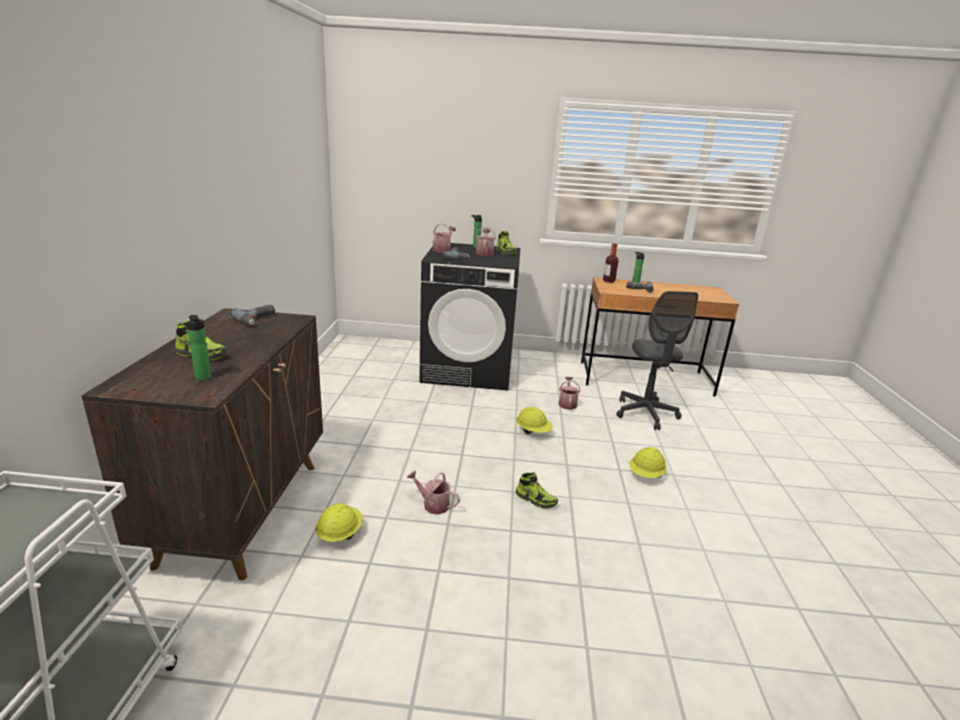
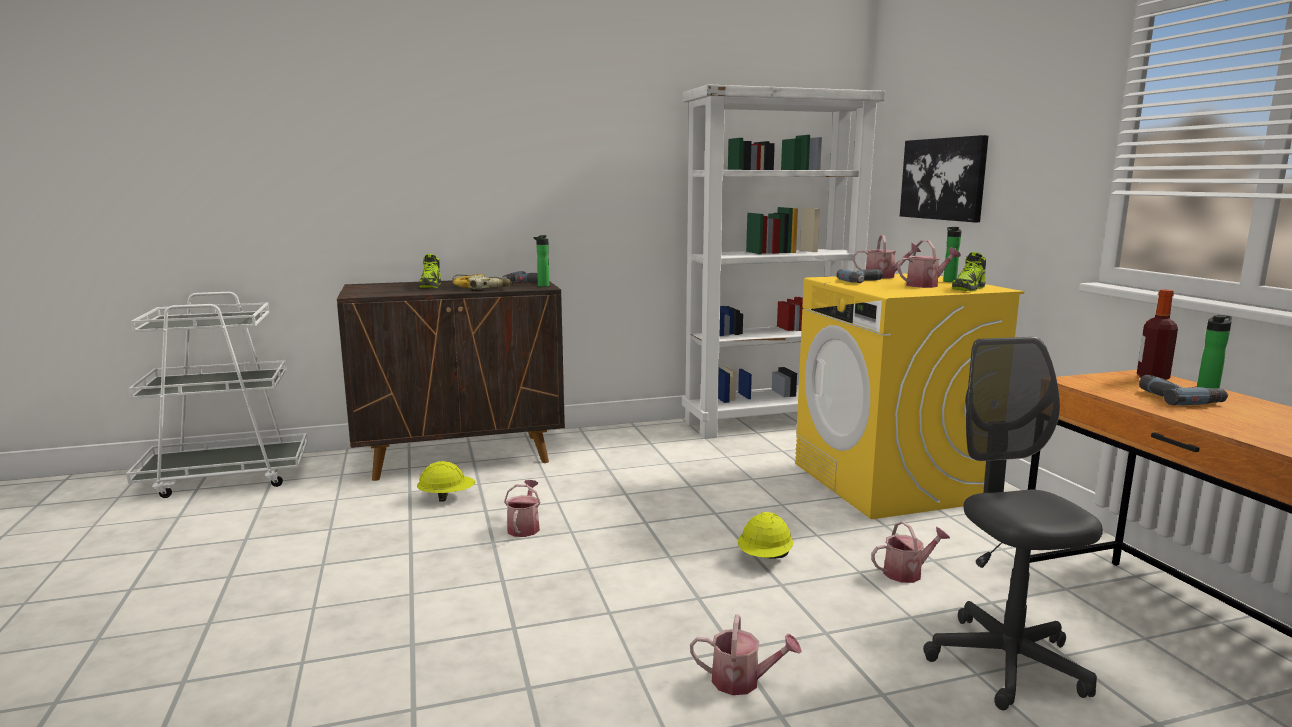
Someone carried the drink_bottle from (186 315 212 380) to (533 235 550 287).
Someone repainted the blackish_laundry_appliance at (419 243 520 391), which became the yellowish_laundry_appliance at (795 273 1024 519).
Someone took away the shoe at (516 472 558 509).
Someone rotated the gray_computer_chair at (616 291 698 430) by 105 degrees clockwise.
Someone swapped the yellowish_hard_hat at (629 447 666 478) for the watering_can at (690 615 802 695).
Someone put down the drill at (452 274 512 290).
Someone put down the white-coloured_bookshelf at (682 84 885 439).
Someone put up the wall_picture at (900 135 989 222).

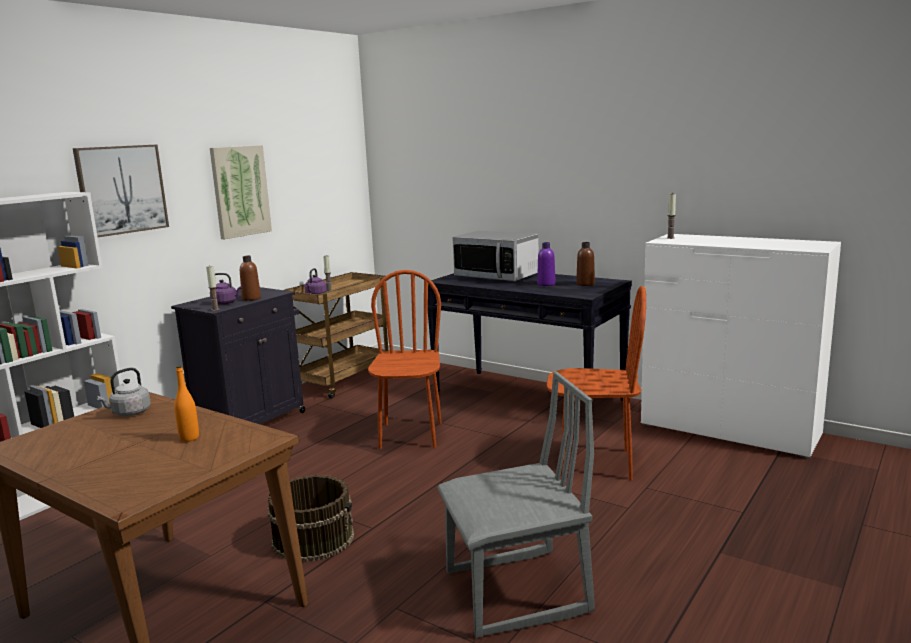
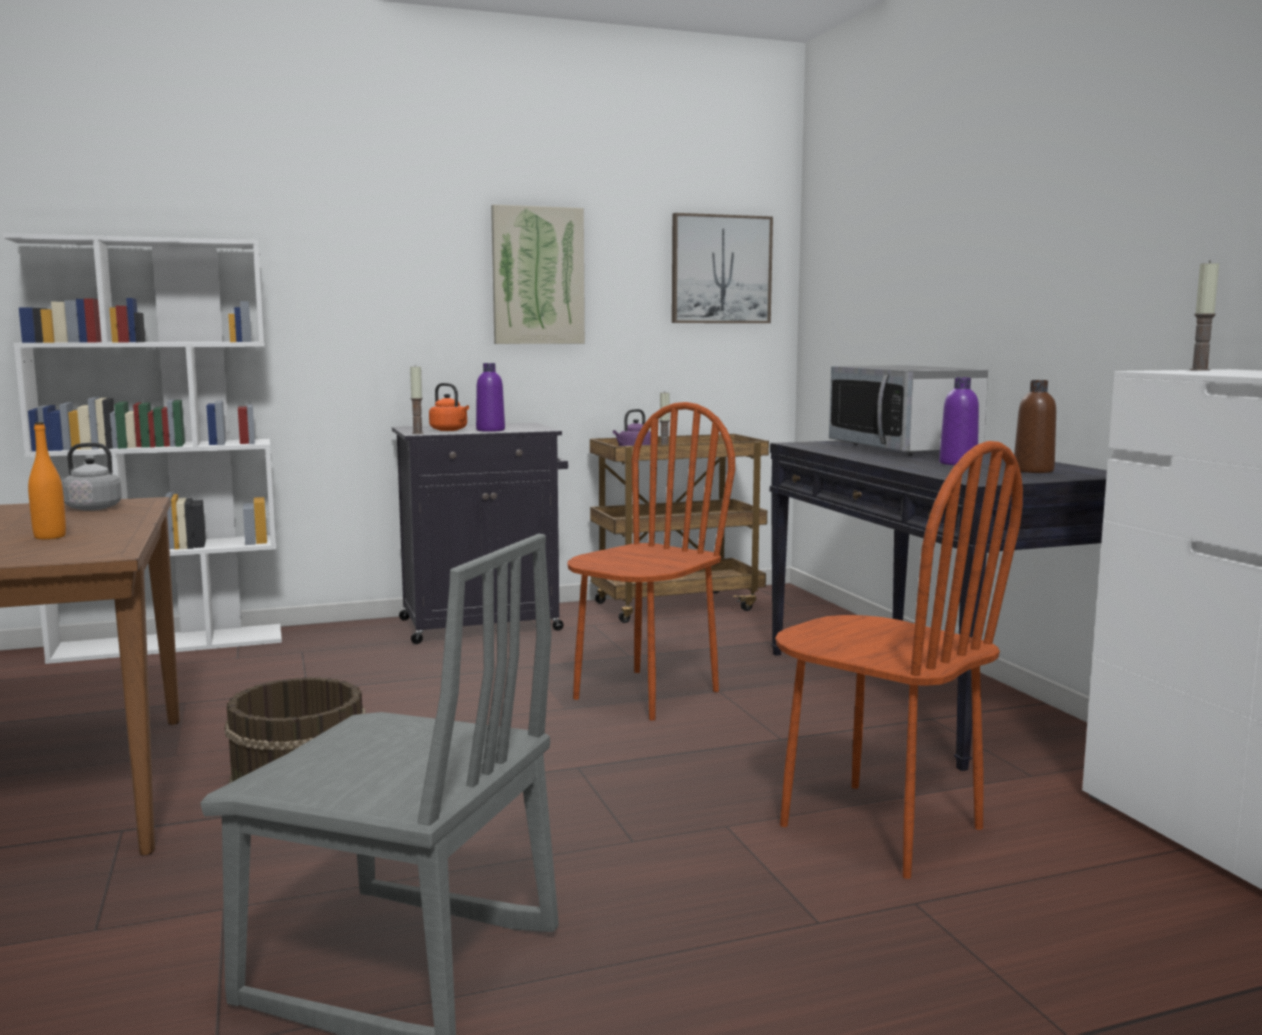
Someone carried the wall_picture from (73 145 169 237) to (672 213 773 323).
Someone repainted the purple-coloured_water_kettle at (210 273 242 305), which became the orange_water_kettle at (429 383 469 431).
Someone repainted the brown-coloured_drink_bottle at (240 256 261 301), which became the purple-coloured_drink_bottle at (476 363 505 432).

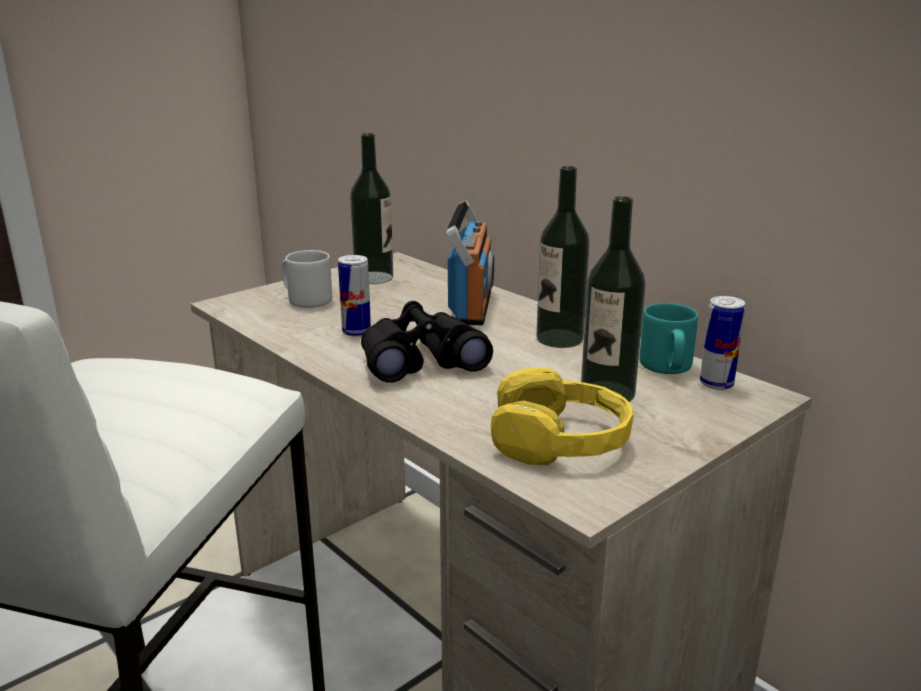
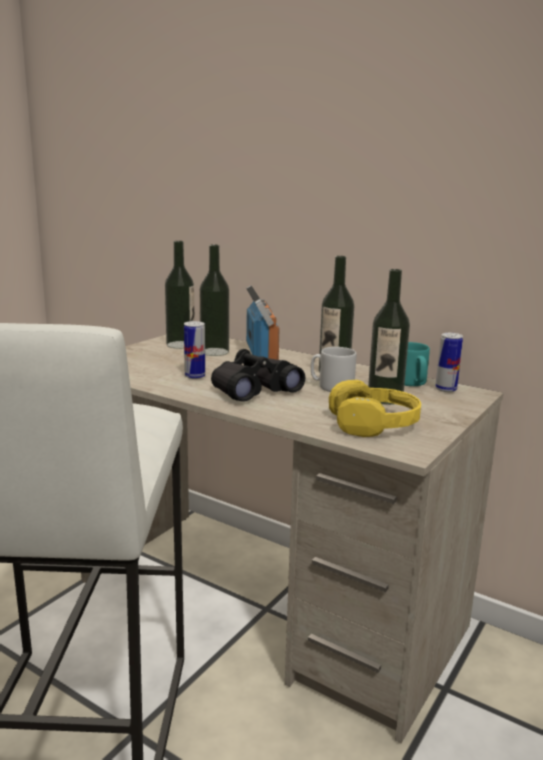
Someone carried the gray_tea_mug from (282 250 332 308) to (311 347 356 392).
Someone put down the drink_bottle at (199 244 229 356).

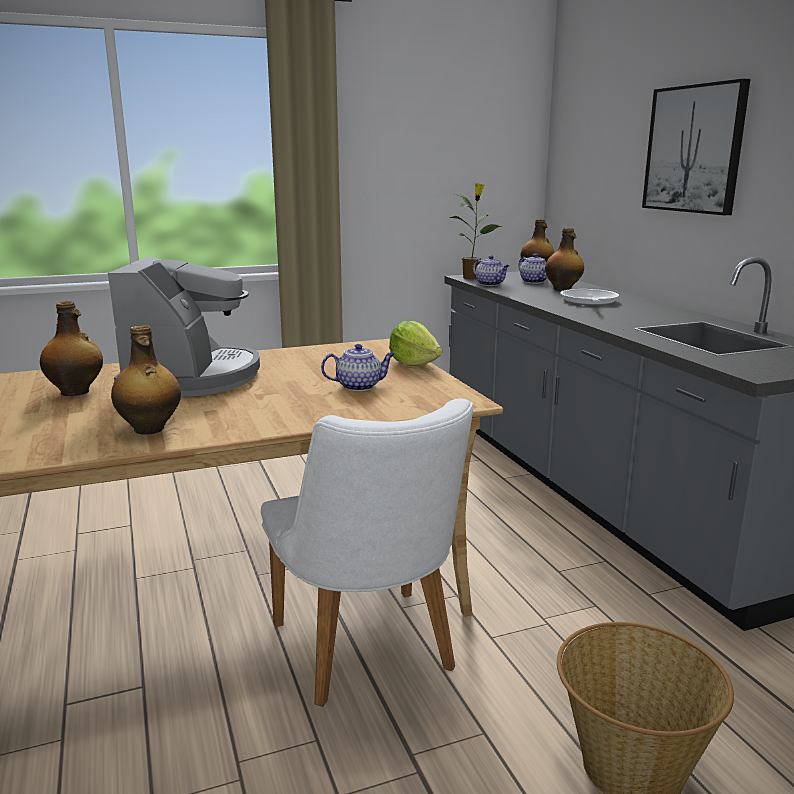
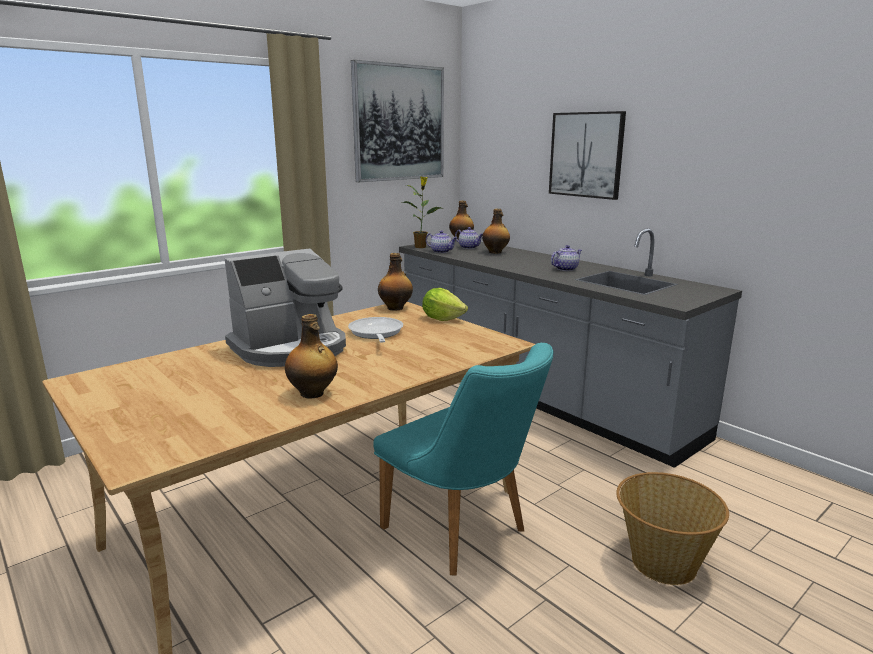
Someone carried the drink_bottle from (40 301 103 396) to (378 253 413 311).
Someone rotated the coffee_brewer at (108 256 260 397) by 75 degrees clockwise.
Someone repainted the white-coloured_upright_chair at (261 398 473 707), which became the turquoise_upright_chair at (373 343 553 576).
Someone carried the teapot from (321 344 395 391) to (551 245 582 271).
Someone carried the skillet from (560 289 619 305) to (348 317 403 343).
Someone put up the wall_picture at (351 60 444 182).

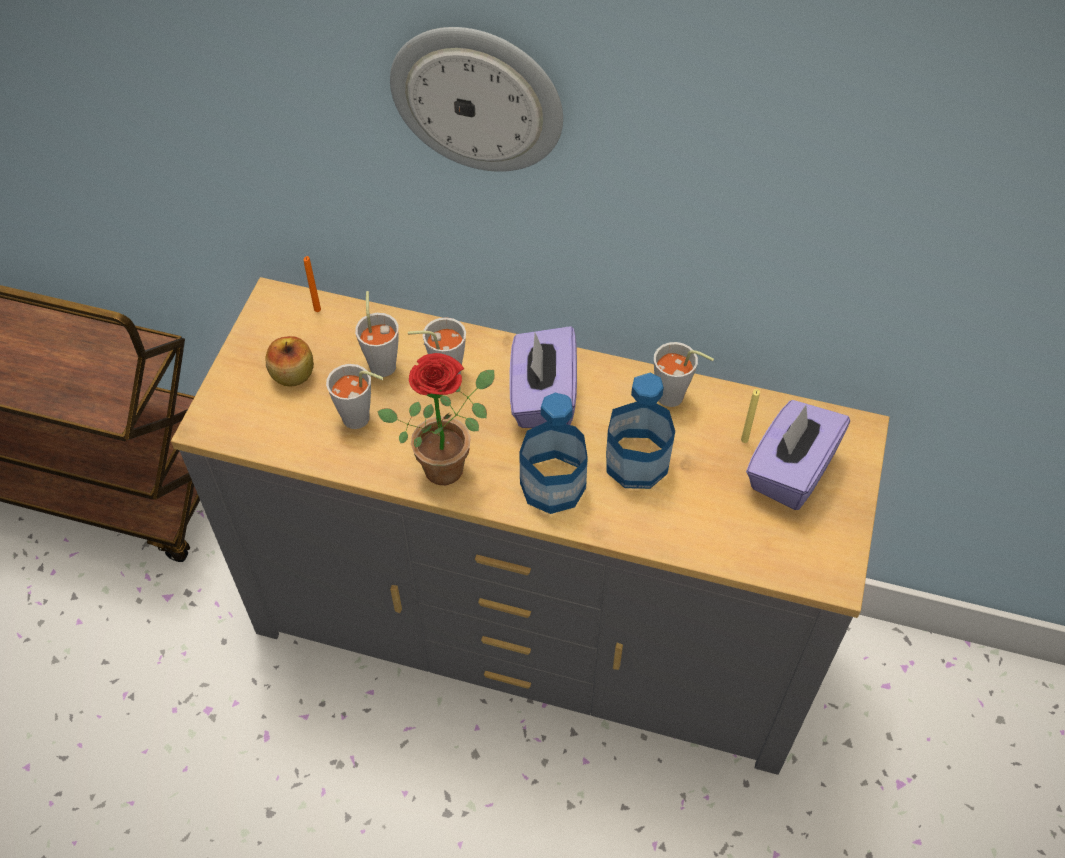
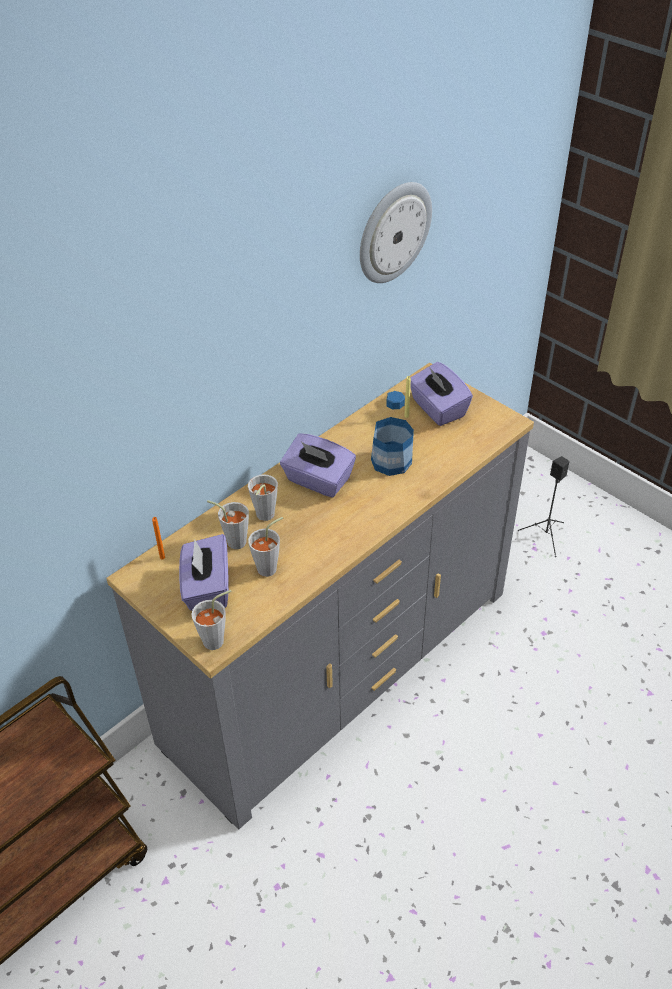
Someone swapped the apple at (265 336 314 387) for the purple-coloured_tissue_holder at (179 534 229 611).
Someone took away the houseplant at (377 353 495 485).
Someone carried the hanging_clock from (390 27 563 172) to (360 182 432 283).
Someone took away the drink_bottle at (519 393 588 514).
Someone carried the gray_small_cup from (654 342 714 407) to (191 590 231 650).
Someone put down the blackish_loudspeaker at (518 456 570 557).

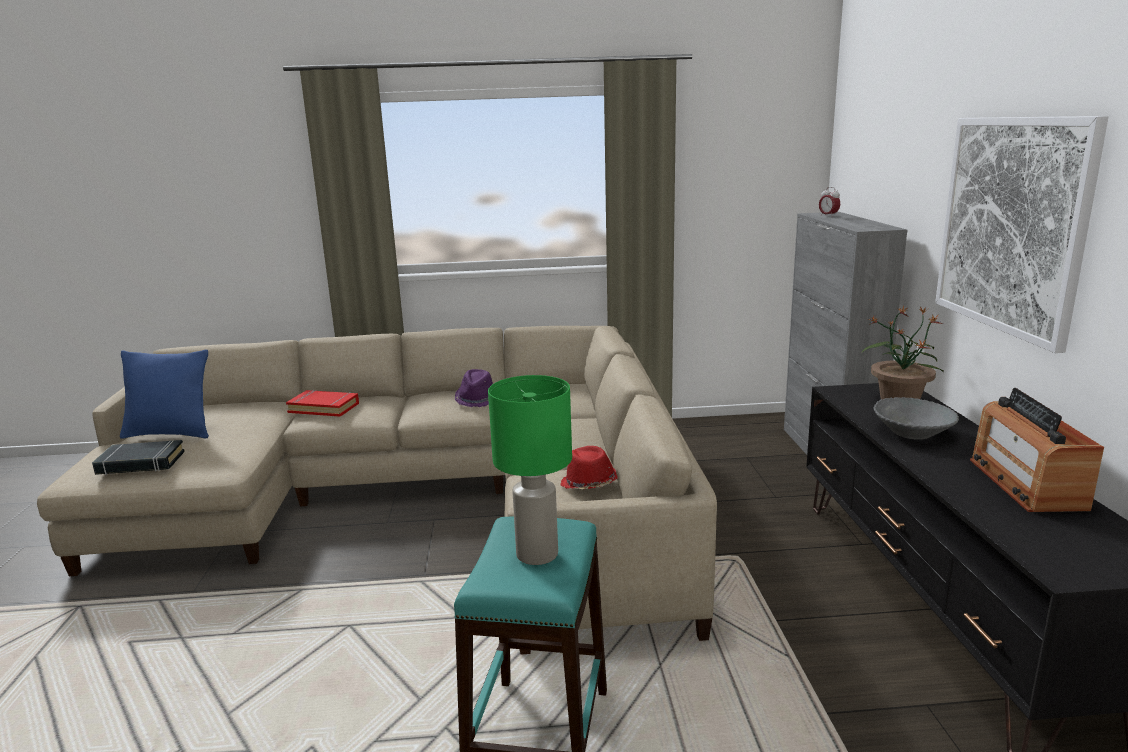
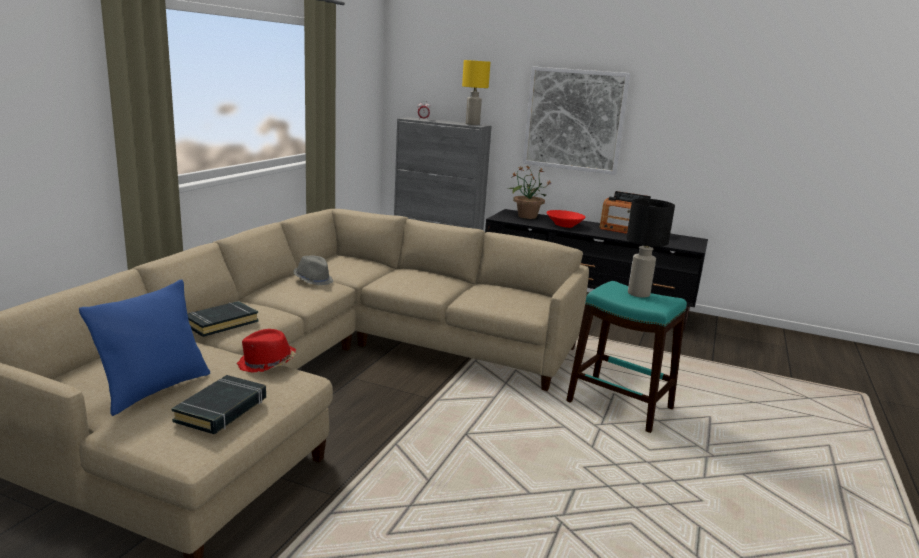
Someone repainted the red_book at (286 390 359 417), which became the blackish_book at (187 301 259 337).
Someone repainted the purple-coloured_wearable_hat at (455 369 493 407), which became the gray_wearable_hat at (294 256 333 285).
Someone repainted the green_table_lamp at (488 375 572 565), which became the blackish_table_lamp at (626 199 675 298).
Someone carried the red_wearable_hat from (560 446 618 489) to (237 329 296 373).
Someone repainted the gray_serving_bowl at (873 397 959 440), which became the red_serving_bowl at (547 210 585 228).
Someone put down the yellowish_table_lamp at (462 60 490 125).

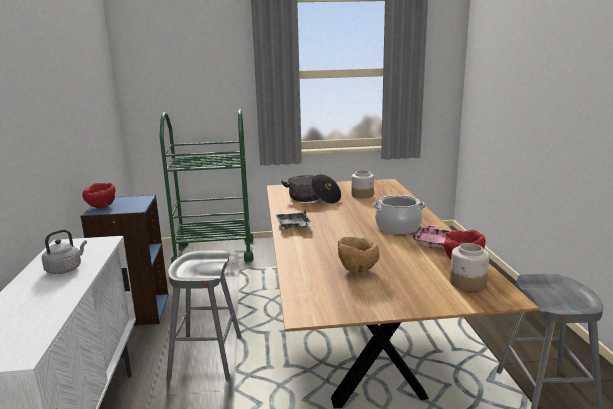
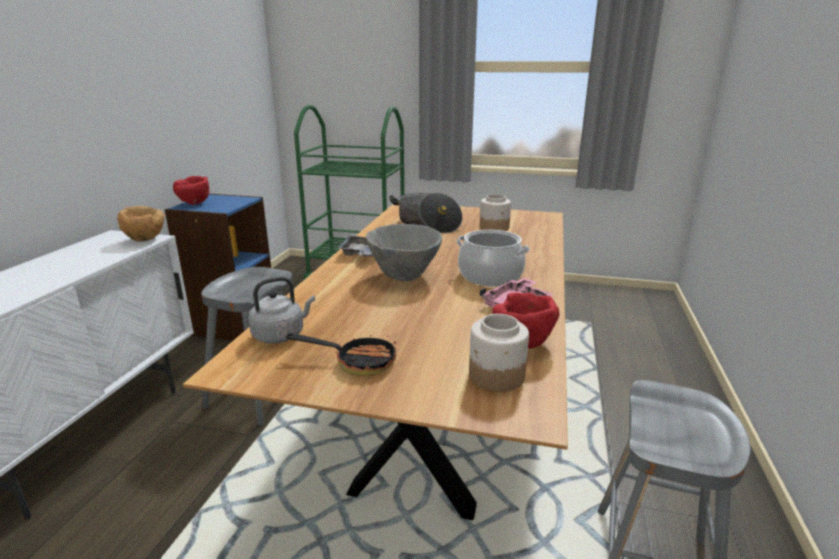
Someone carried the gray_water_kettle from (42 229 87 274) to (248 277 315 344).
Someone carried the brown-coloured_serving_bowl from (338 237 380 274) to (117 206 165 242).
Someone put down the skillet at (286 333 396 376).
Someone put down the gray_serving_bowl at (366 224 442 281).

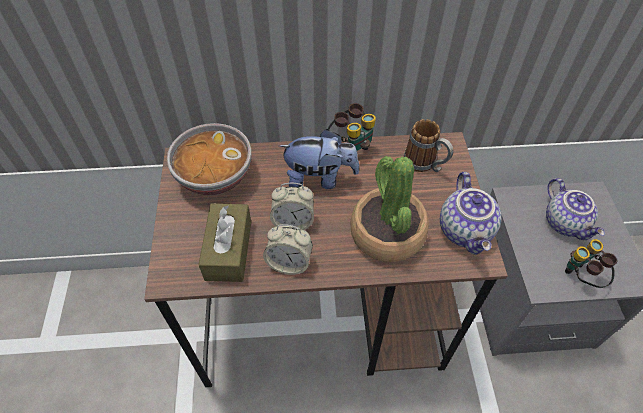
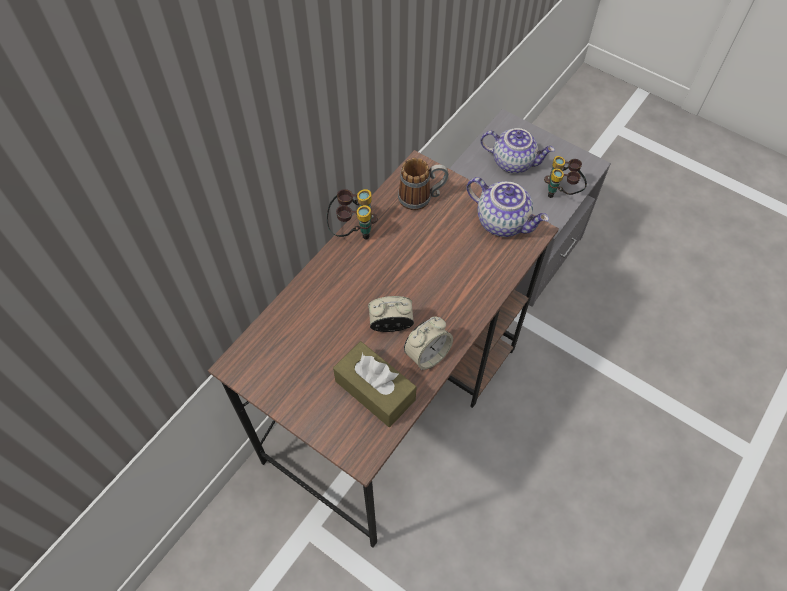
Someone took away the serving_bowl at (167 123 251 195).
Someone rotated the alarm_clock at (270 183 314 230) by 135 degrees counterclockwise.
Someone took away the cuddly_toy at (279 129 359 189).
Someone took away the houseplant at (350 156 429 262).

